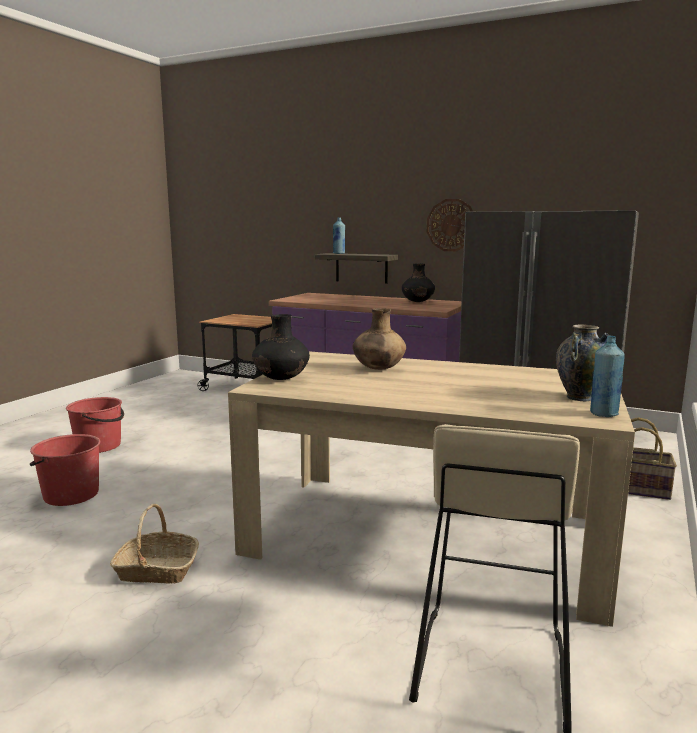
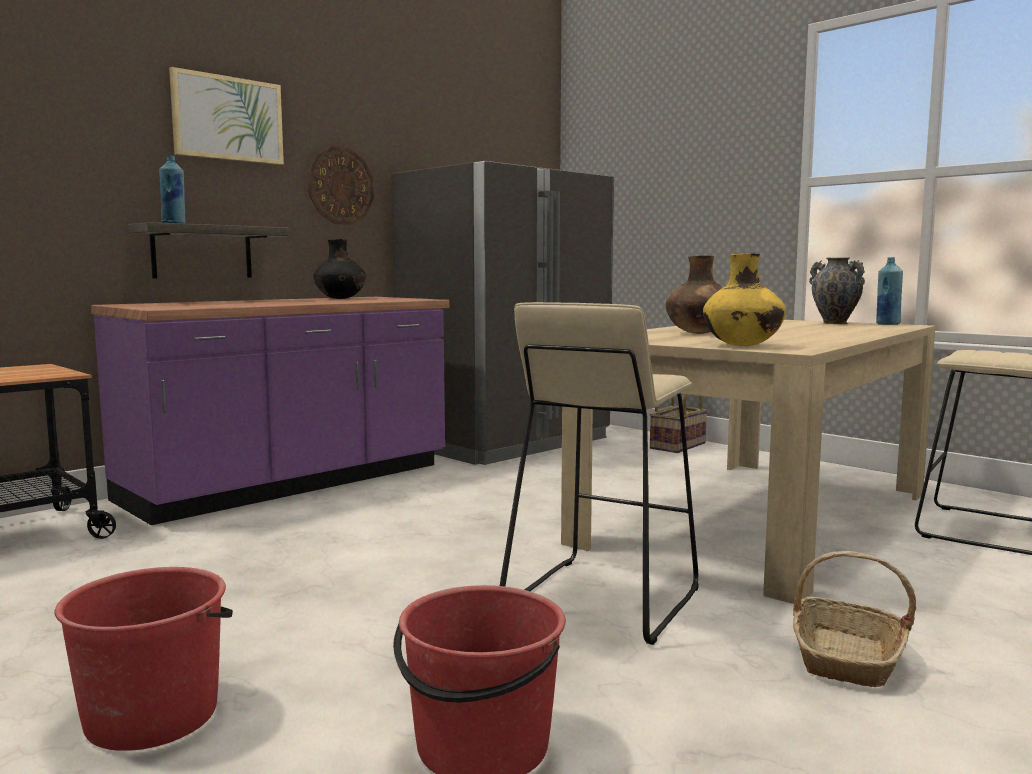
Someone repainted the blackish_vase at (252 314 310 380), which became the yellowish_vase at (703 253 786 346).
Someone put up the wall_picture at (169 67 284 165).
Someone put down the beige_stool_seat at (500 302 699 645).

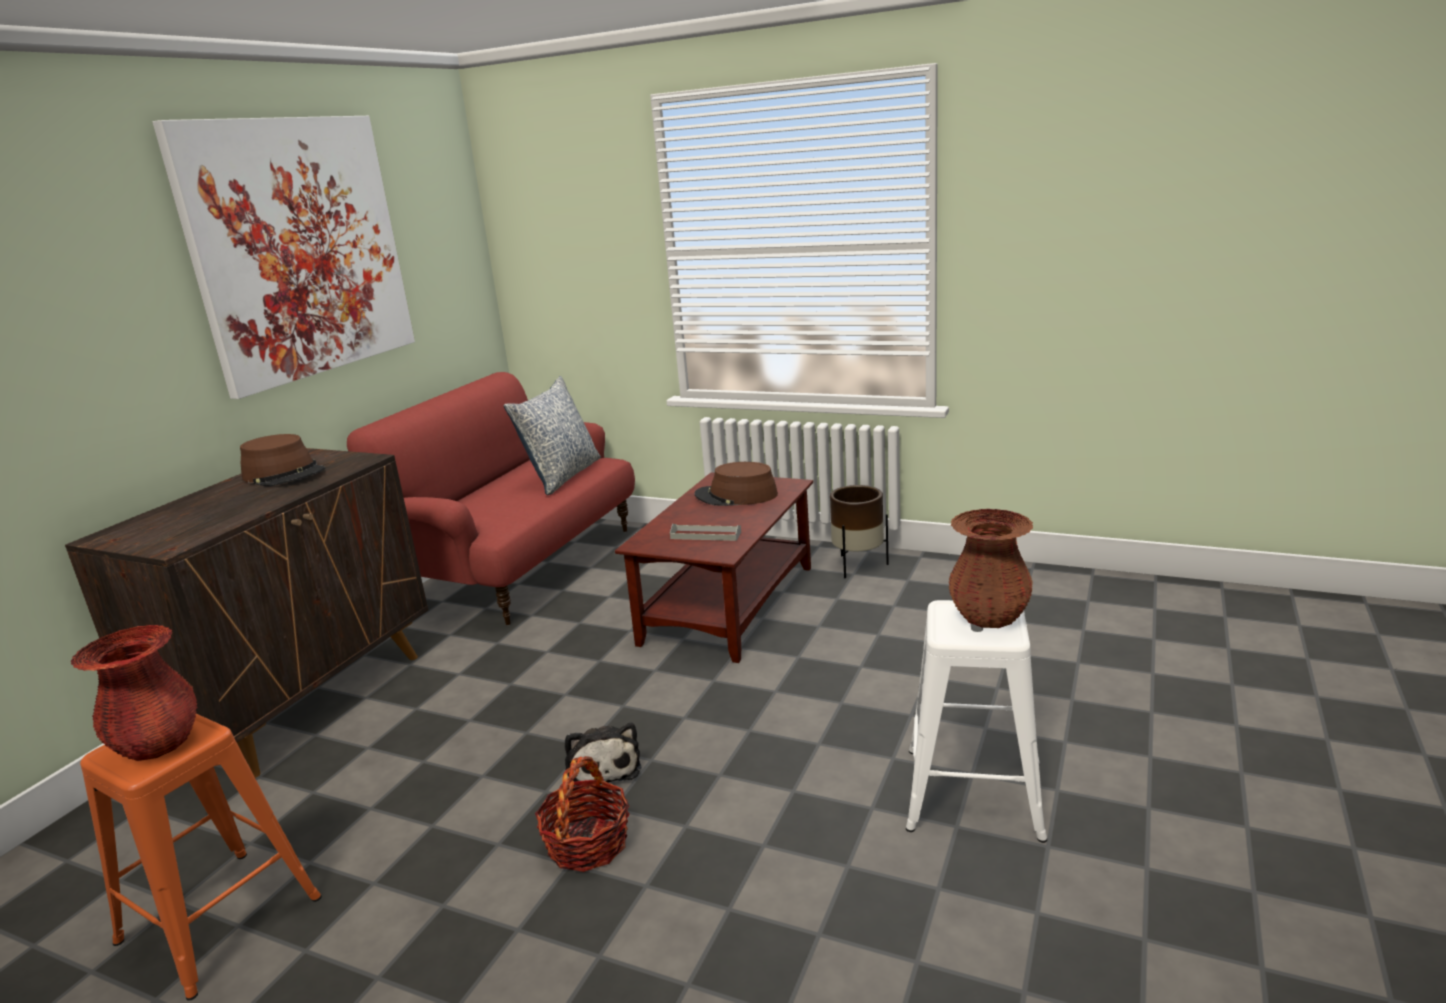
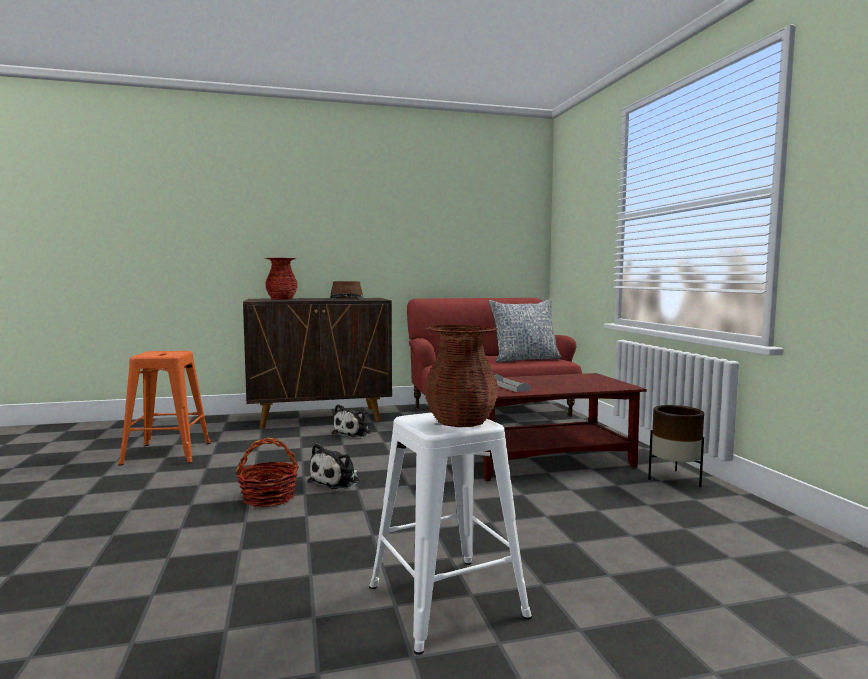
Someone carried the red_vase from (71 625 197 761) to (265 258 298 300).
Someone took away the wall_picture at (153 116 415 399).
Someone took away the brown-coloured_wearable_hat at (695 462 778 506).
Someone put down the cuddly_toy at (332 404 372 437).

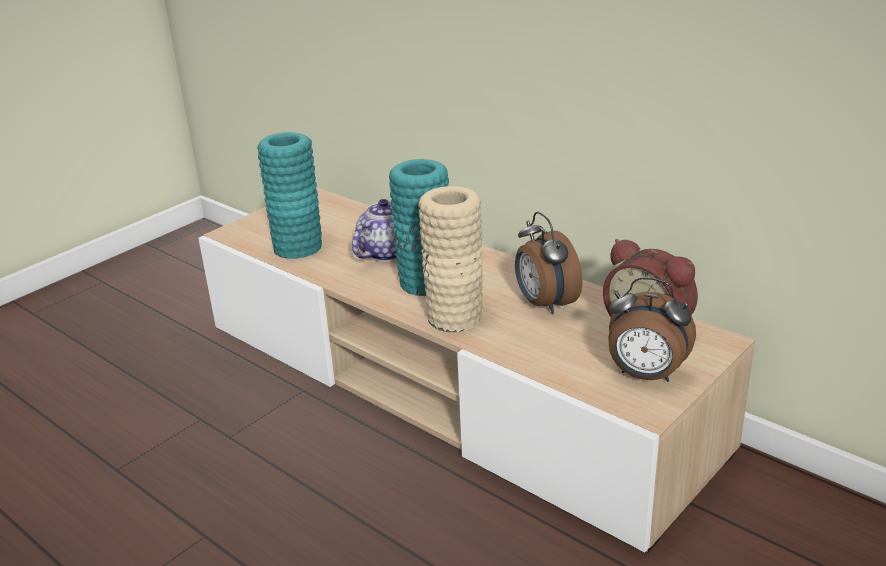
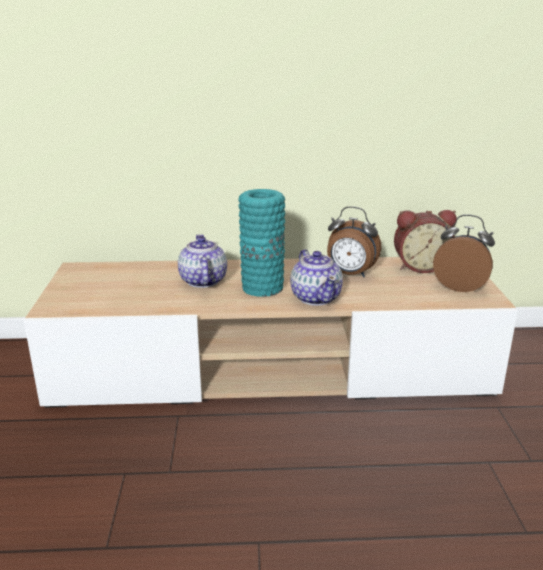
Someone took away the turquoise_vase at (257 132 322 259).
Someone swapped the beige_vase at (418 186 483 332) for the teapot at (290 249 343 306).
Someone rotated the alarm_clock at (608 277 696 382) by 135 degrees counterclockwise.

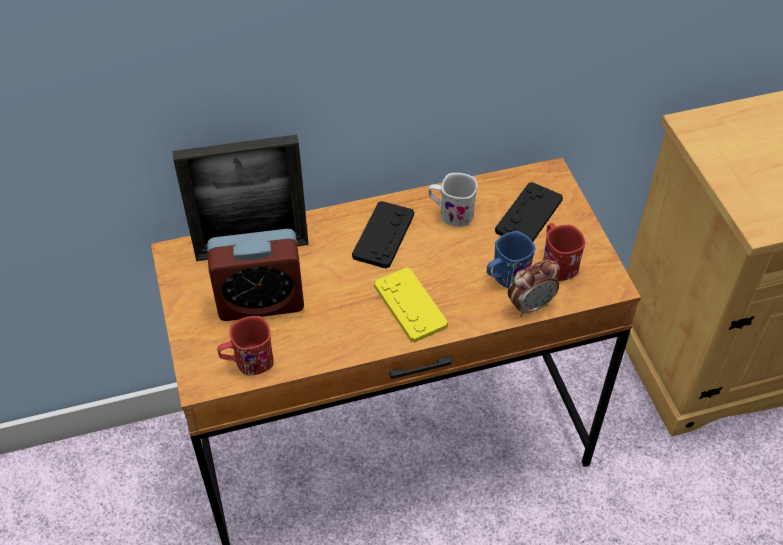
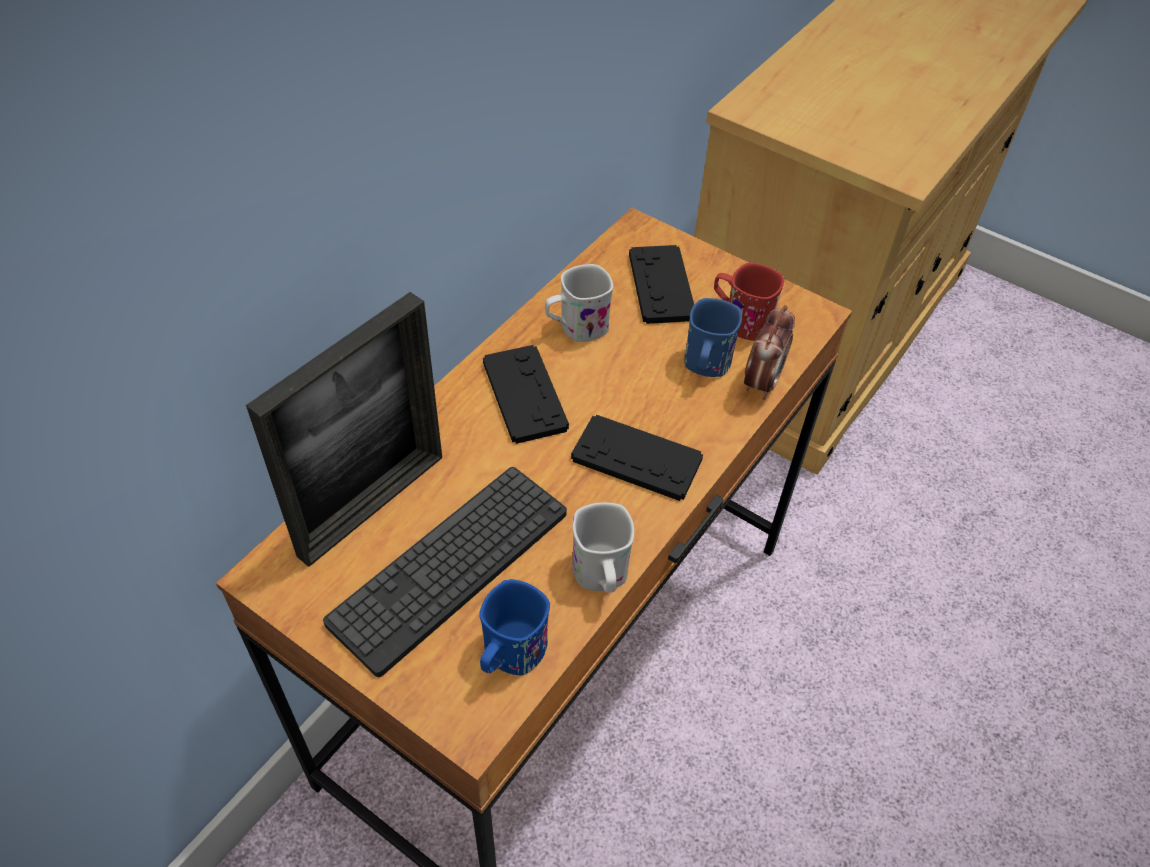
Someone swapped the alarm_clock at (207 229 304 321) for the keyboard at (323 467 567 677).
Someone repainted the red_tea_mug at (217 316 274 375), which became the blue_tea_mug at (479 579 550 676).
Someone repainted the yellowish_joypad at (374 267 448 343), which became the blackish_joypad at (571 415 703 501).
Someone put down the white-coloured_tea_mug at (572 502 635 593).

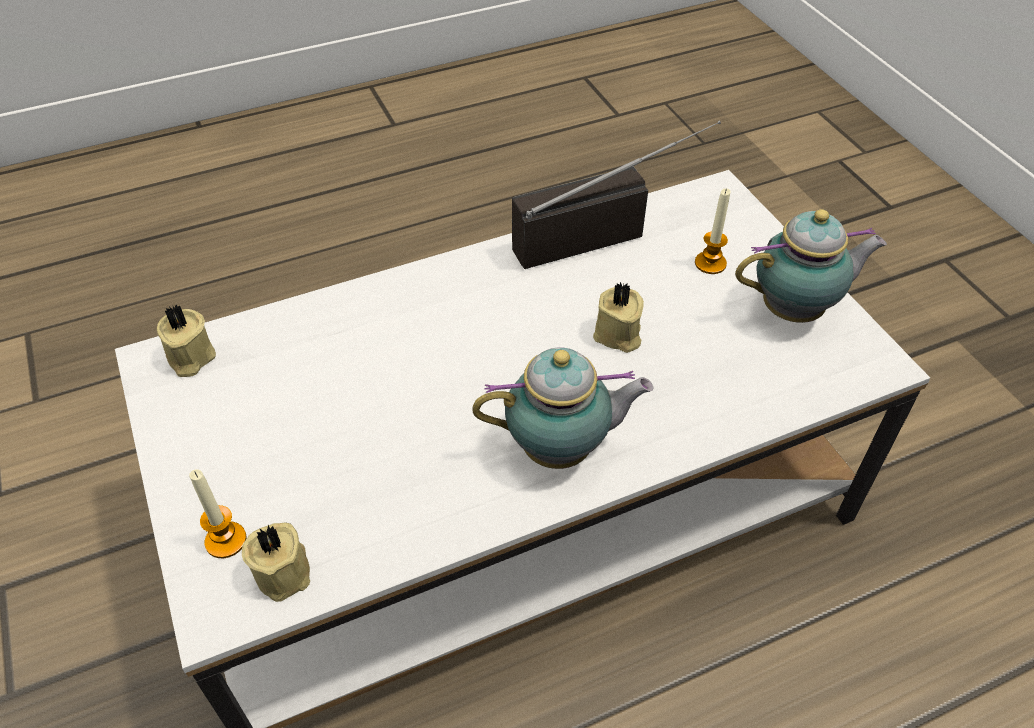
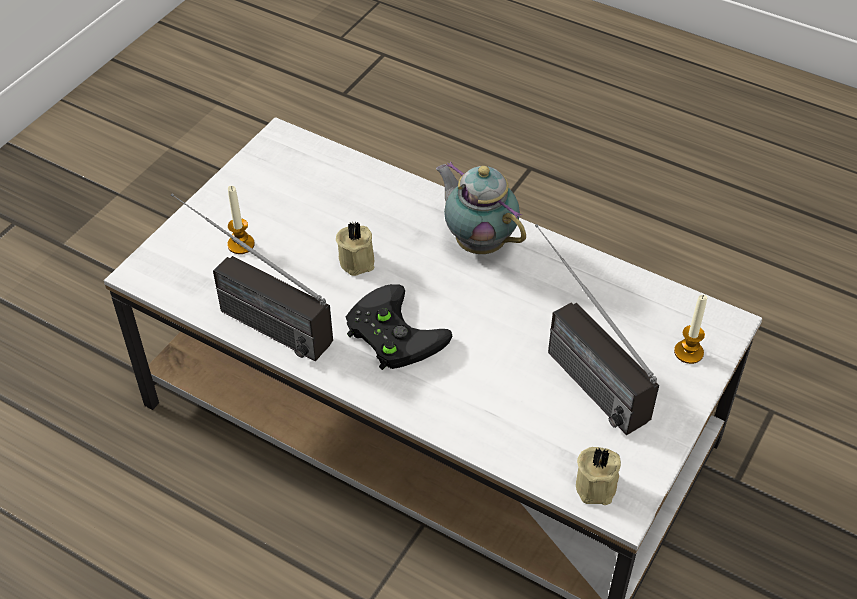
Someone took away the beige_wax_light at (242 522 310 602).
Someone took away the teapot at (735 209 887 323).
Someone put down the blackish_joypad at (346 284 452 370).
Someone put down the radio at (535 224 659 435).

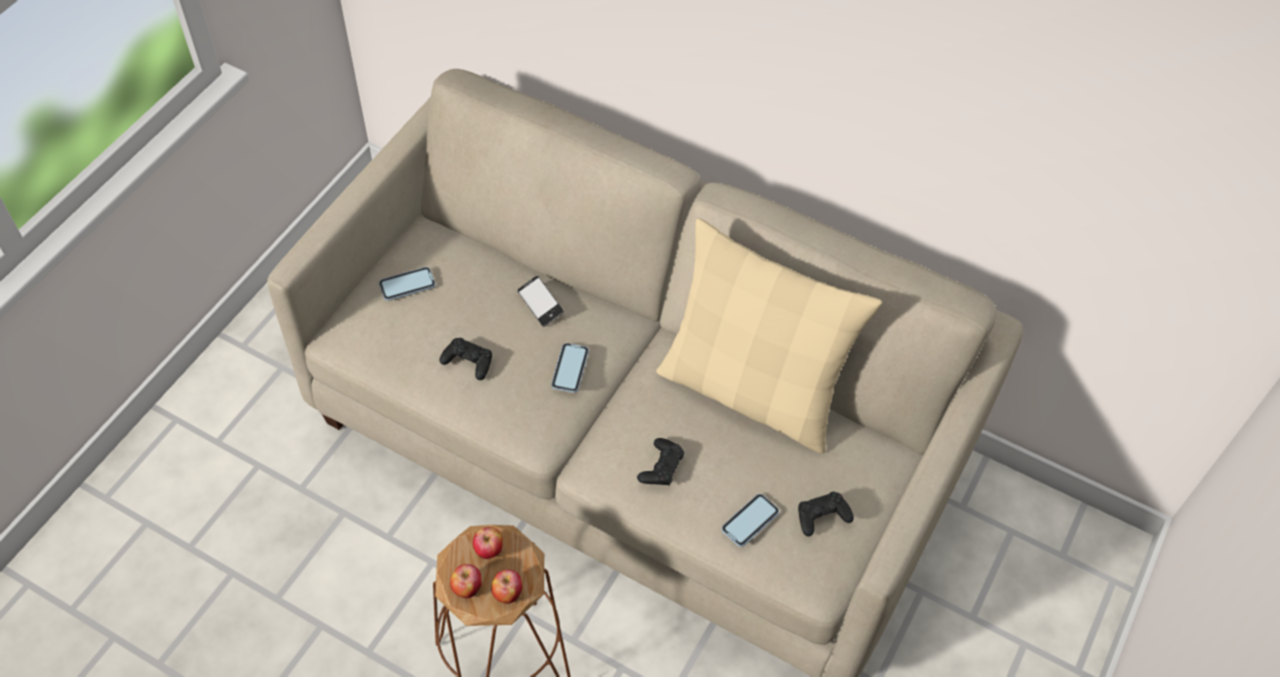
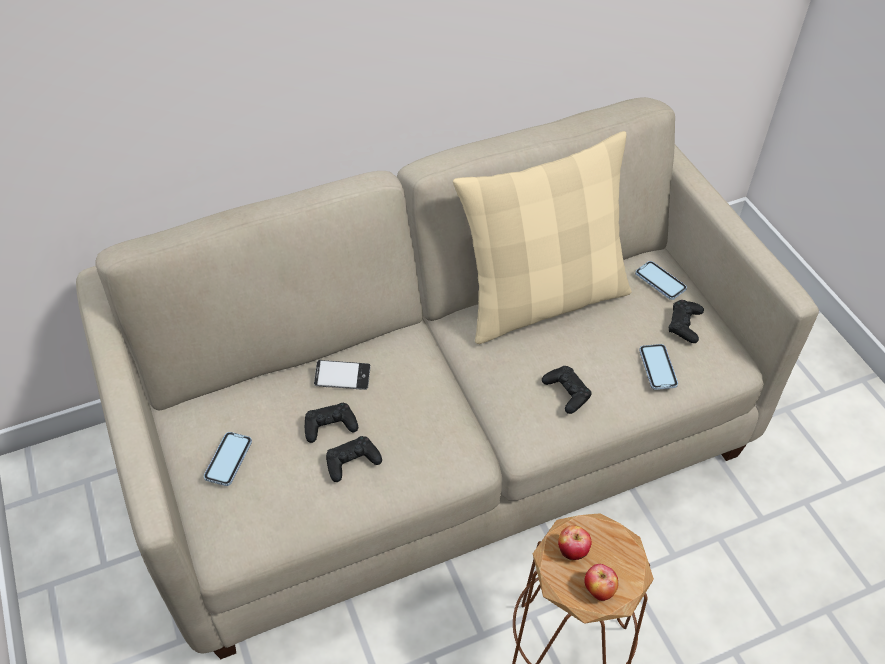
Someone took away the apple at (491 570 522 604).
Someone carried the phone from (551 343 589 393) to (635 261 687 300).
Someone put down the blackish_joypad at (305 403 358 443).

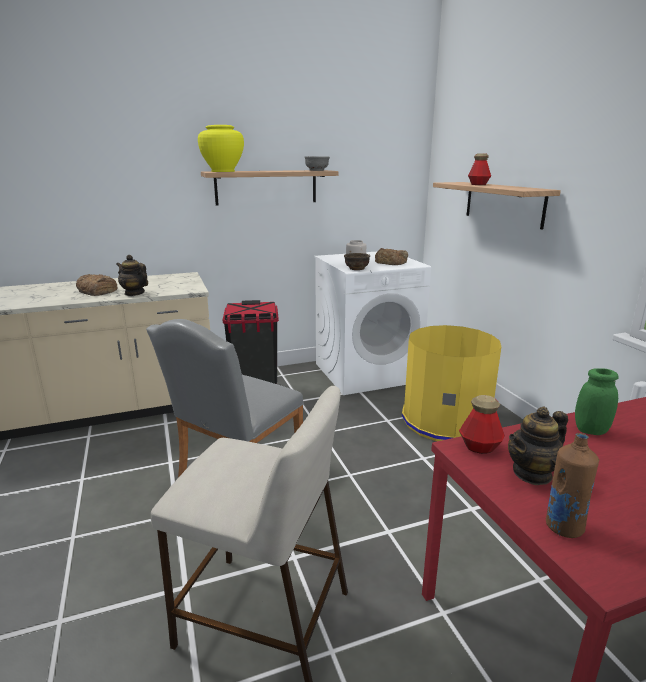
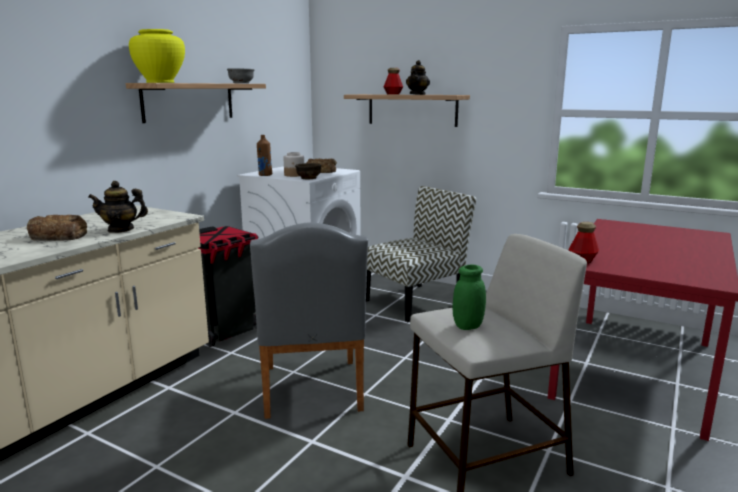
Someone swapped the yellowish_waste_bin at (402 325 501 441) for the upright_chair at (366 186 476 322).
Someone carried the teapot from (508 407 568 485) to (406 60 430 95).
Someone carried the brown-coloured_drink_bottle from (546 433 599 538) to (257 135 273 176).
Someone carried the green_preserve_jar from (575 368 618 435) to (453 265 486 330).

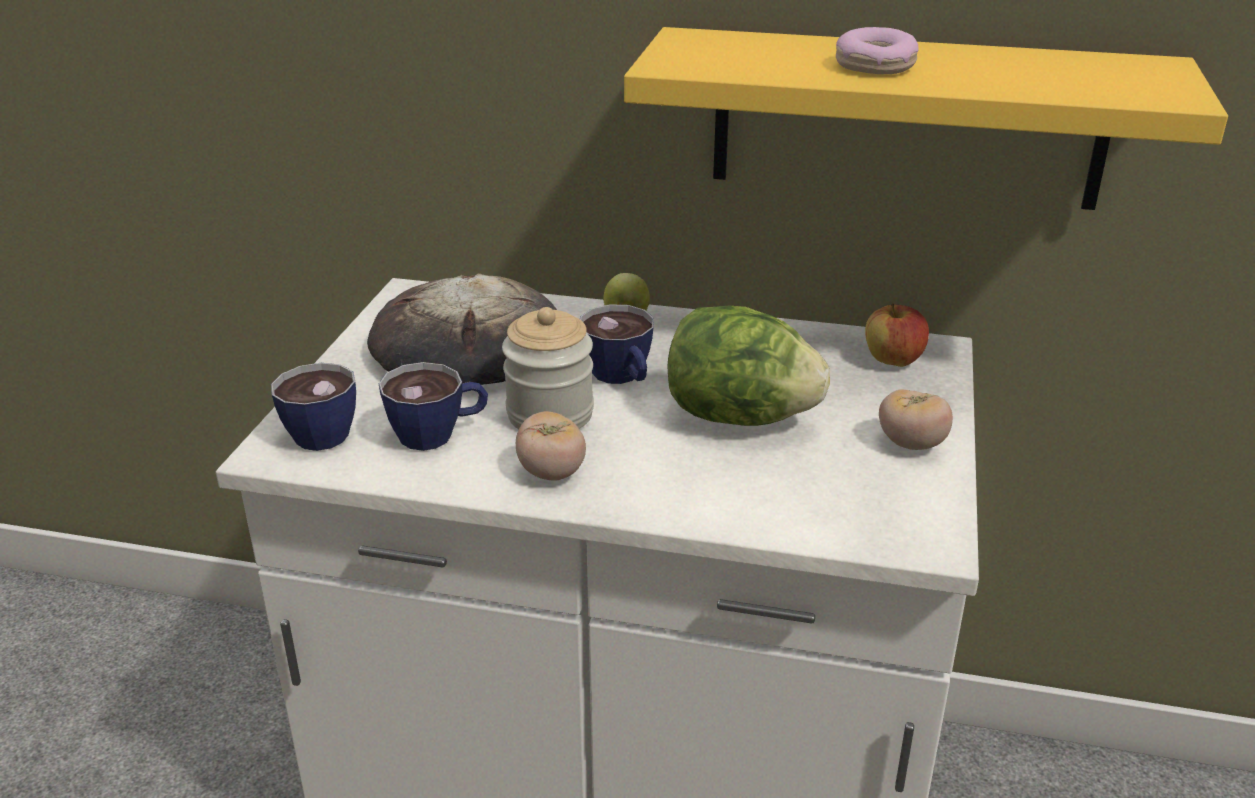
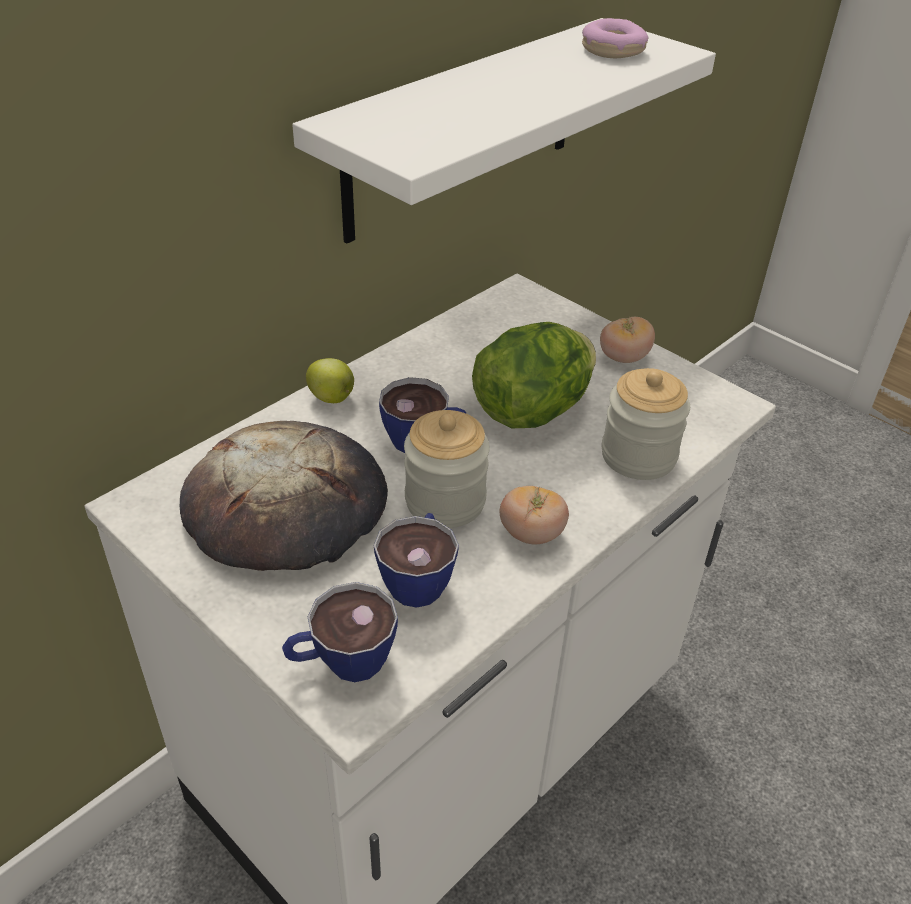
Someone repainted the yellowish_shelf at (624 27 1228 210), which became the white-coloured_shelf at (292 18 716 244).
Someone carried the ring_doughnut from (836 27 919 74) to (582 18 648 58).
Someone took away the apple at (865 303 929 367).
Someone put down the preserve_jar at (601 368 690 480).

